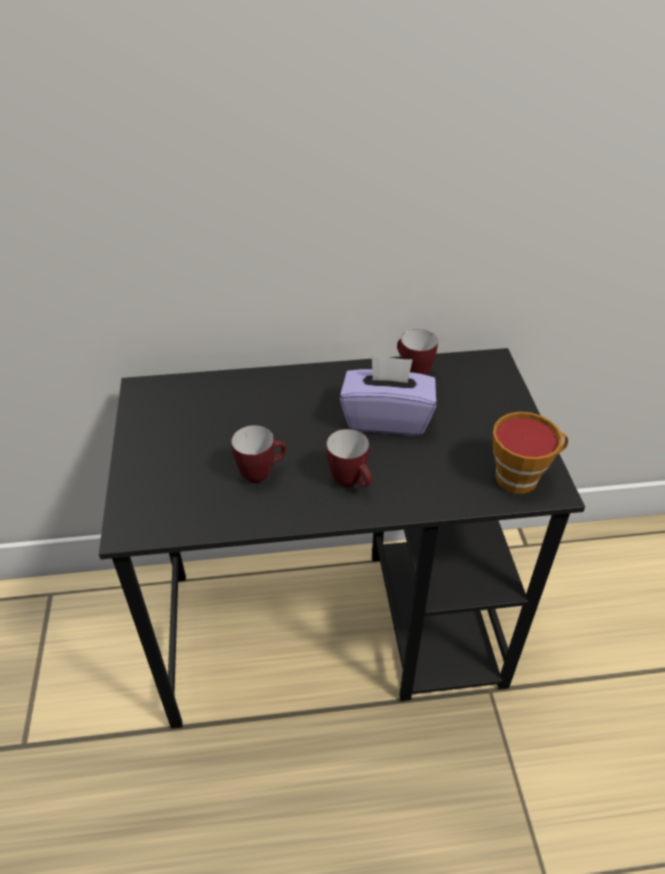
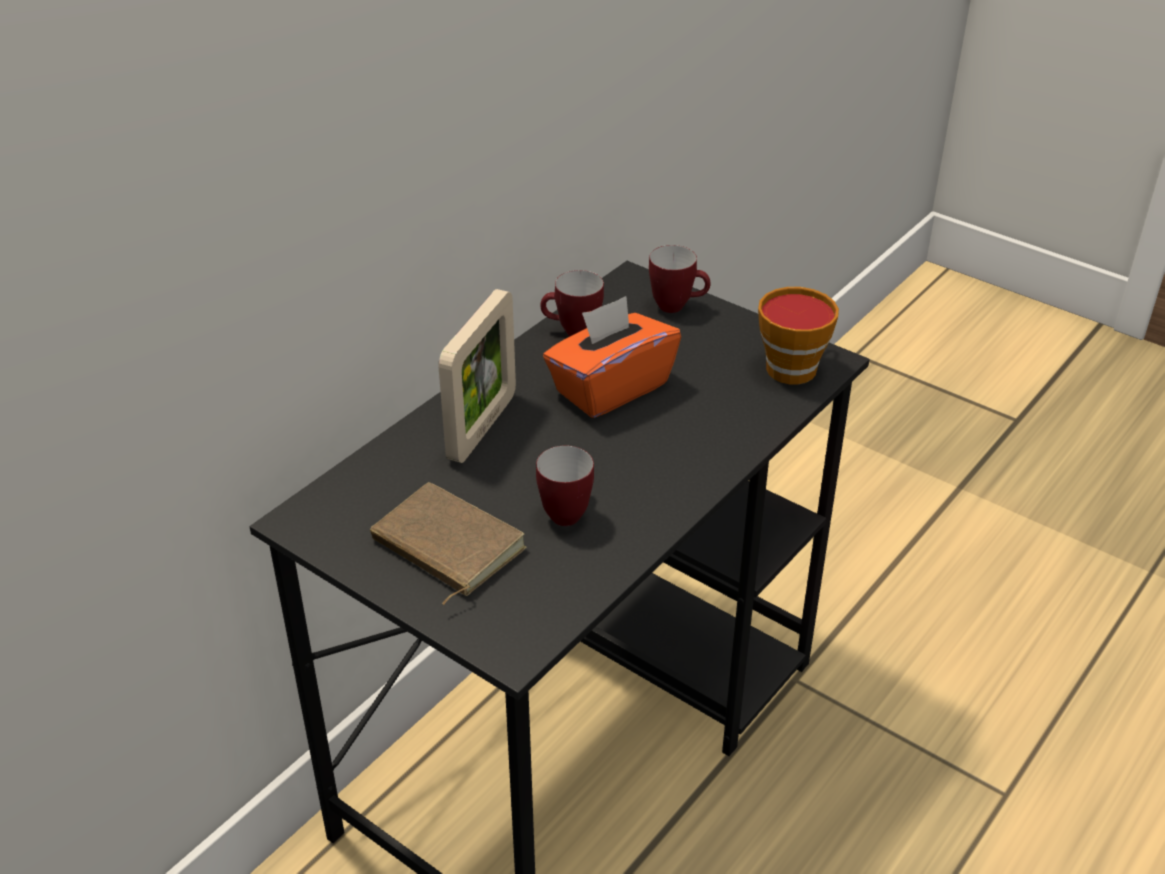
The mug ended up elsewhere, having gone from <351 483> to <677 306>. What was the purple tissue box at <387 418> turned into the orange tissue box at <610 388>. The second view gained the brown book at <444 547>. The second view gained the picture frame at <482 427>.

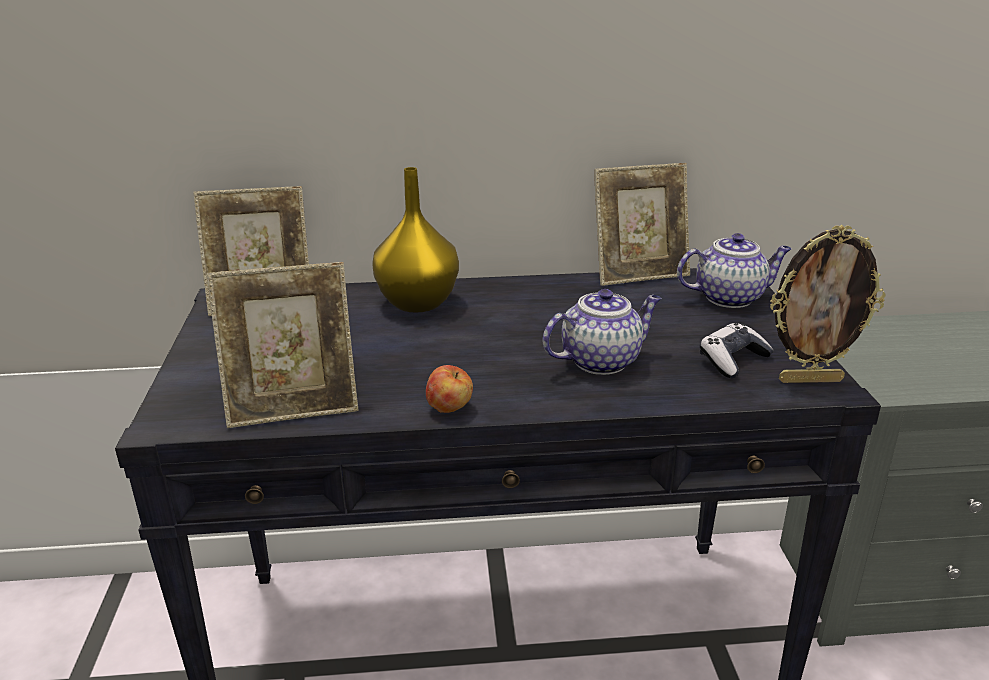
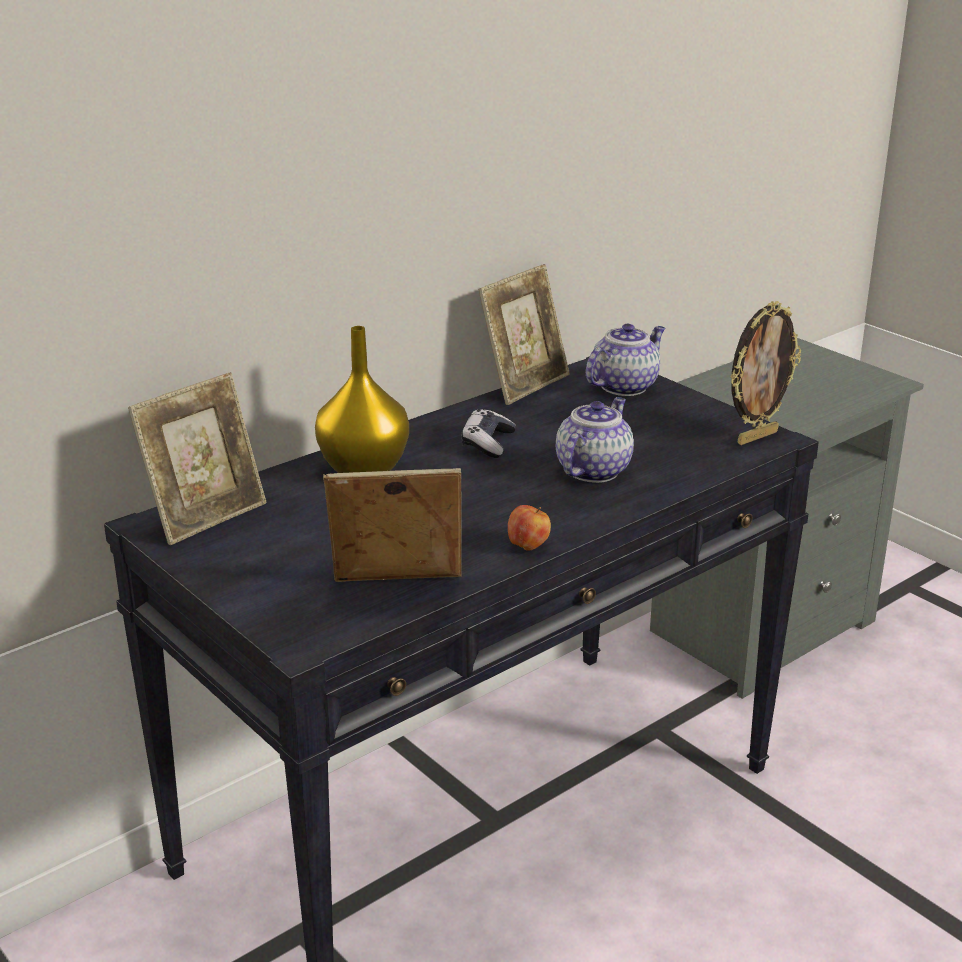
The picture frame at <294 407> ended up facing another way, 135 degrees counterclockwise from before. The game controller ended up elsewhere, having gone from <732 360> to <487 443>.

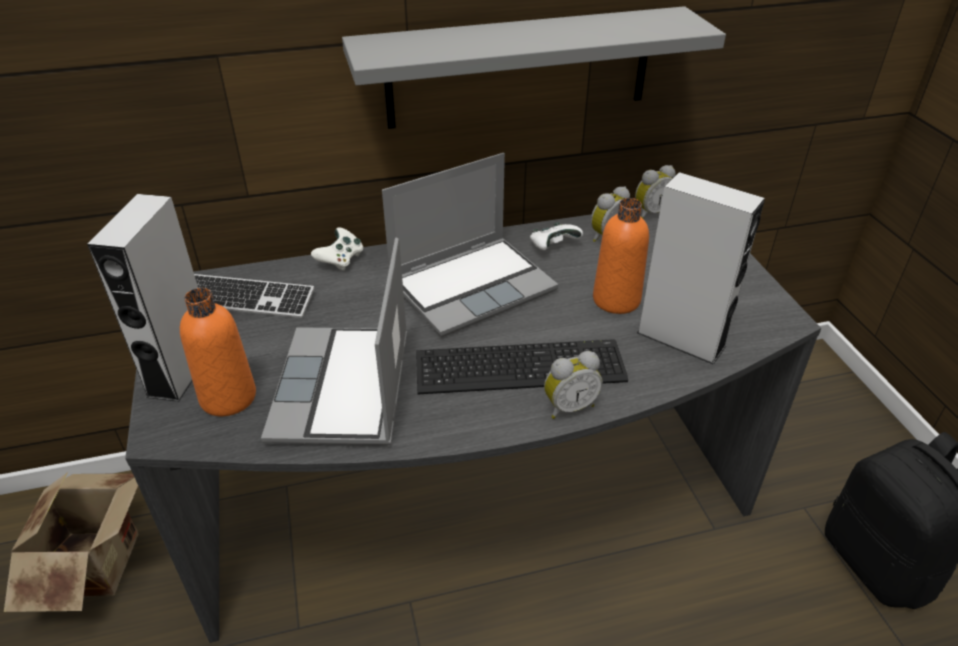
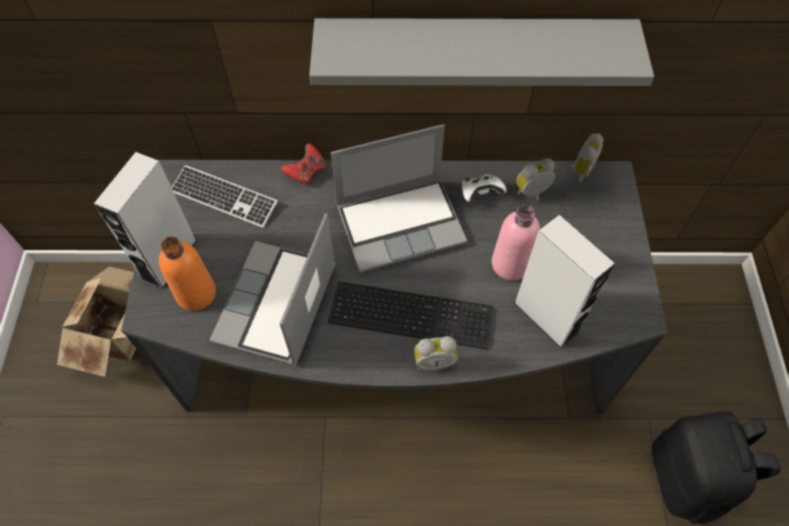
What was the white game controller at <340 260> turned into the red game controller at <306 172>. What was the orange bottle at <616 300> turned into the pink bottle at <510 264>. The alarm clock at <650 212> ended up facing another way, 45 degrees counterclockwise from before.

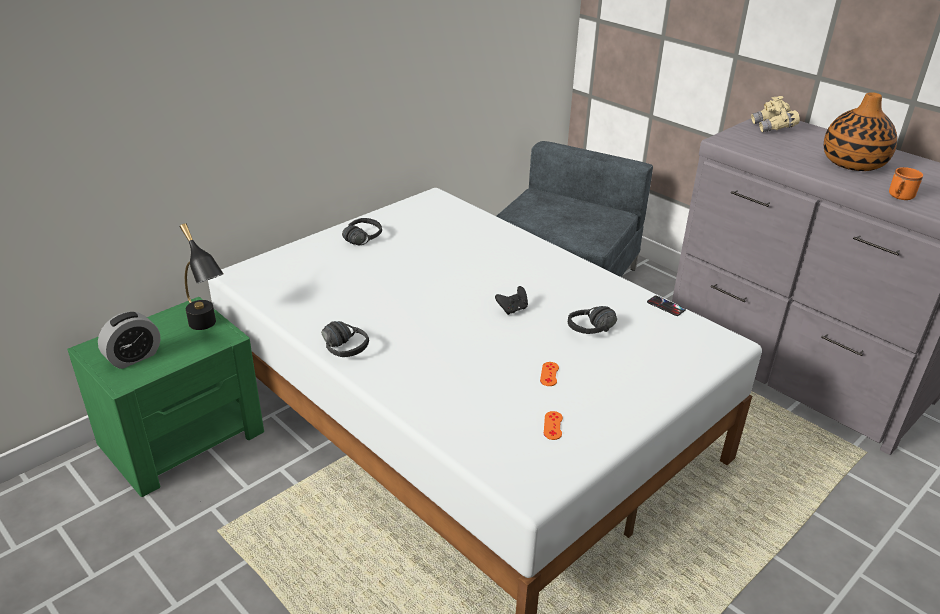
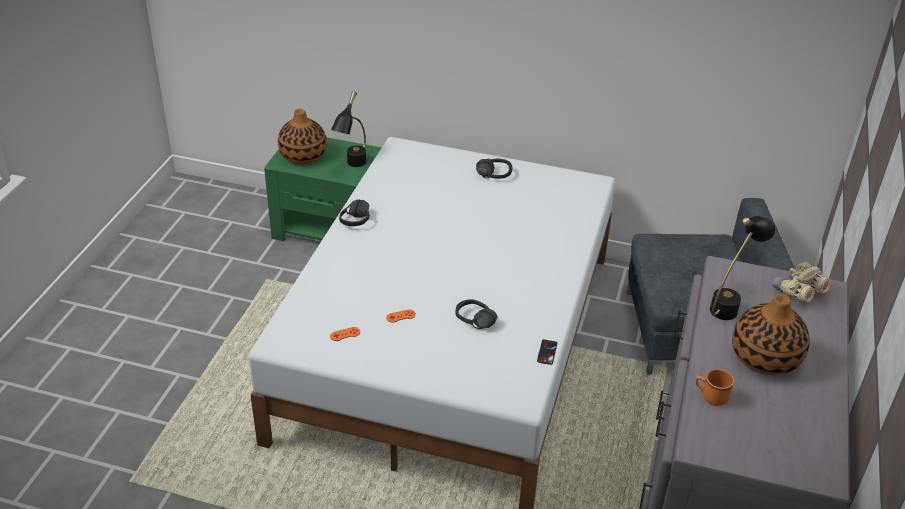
Where the alarm clock stood at <134 357>, the vase came to stand at <303 155>. The second view lost the black game controller at <512 309>. The second view gained the black table lamp at <730 304>.

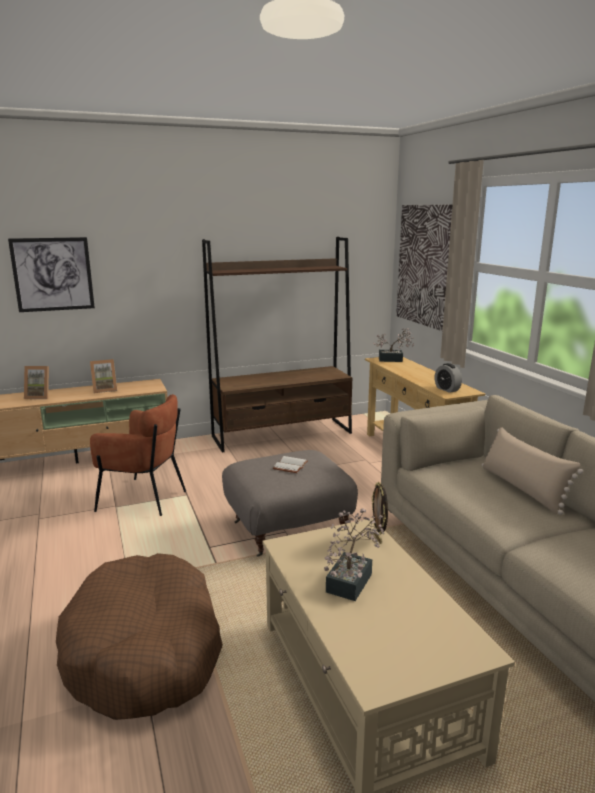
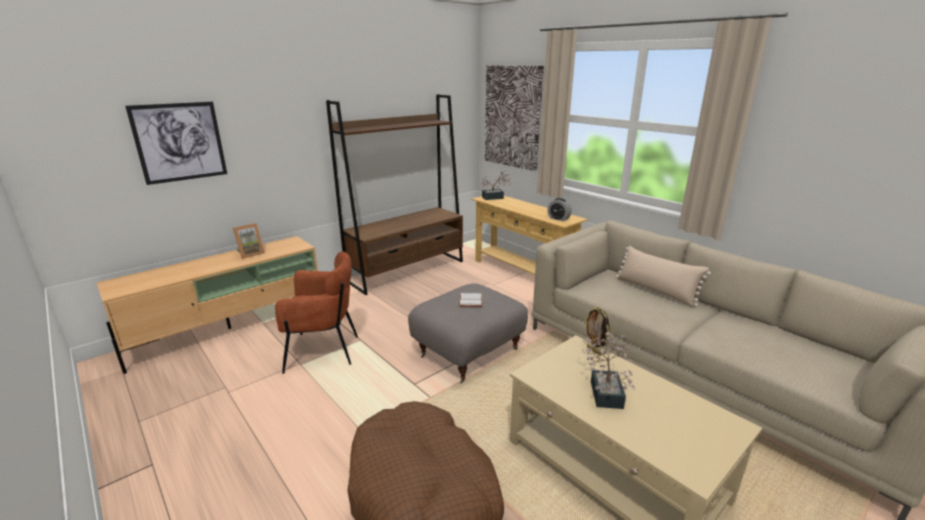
The second view lost the picture frame at <39 396>.

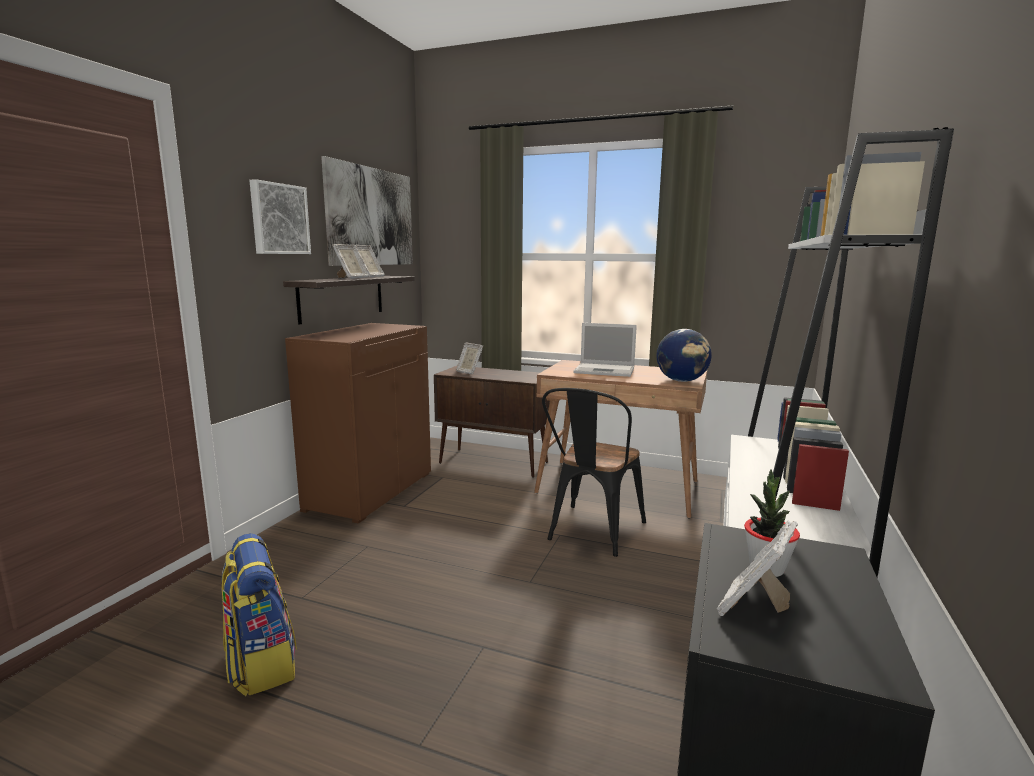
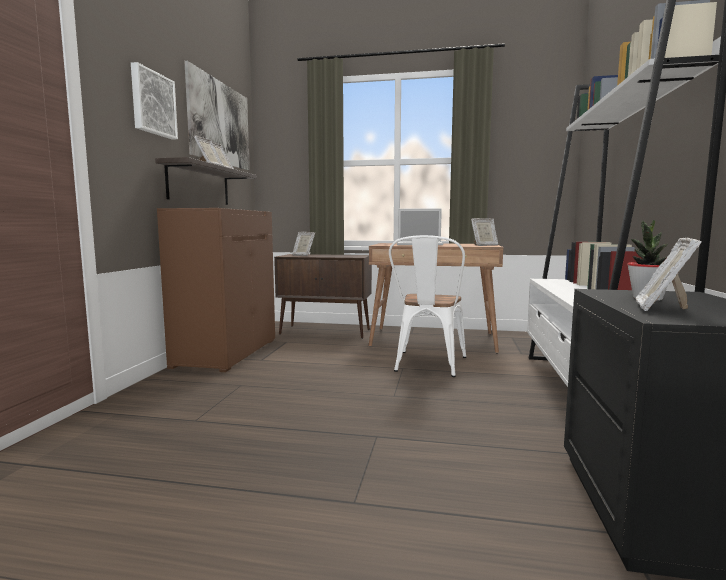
The second view lost the backpack at <261 663>. What was the black chair at <592 533> turned into the white chair at <428 365>. Where the globe stood at <682 381>, the picture frame came to stand at <484 245>.

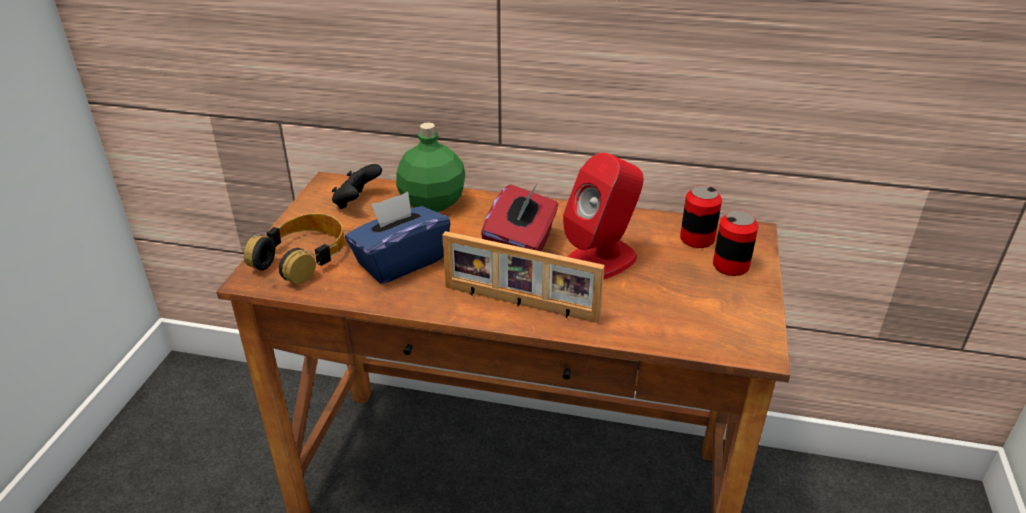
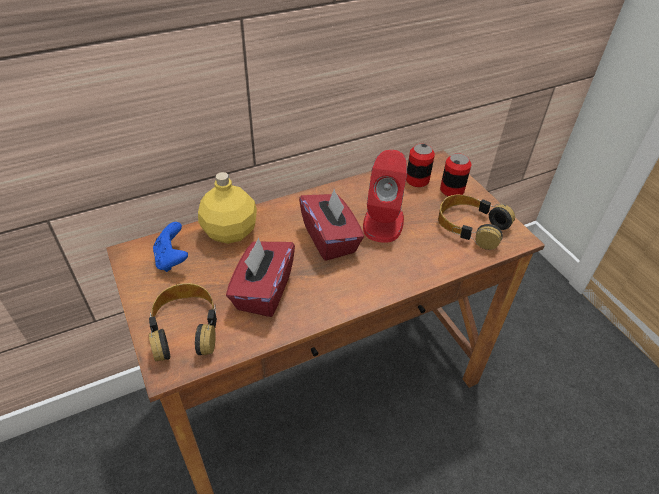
What was the black game controller at <357 202> turned into the blue game controller at <172 259>. What was the blue tissue box at <400 262> turned into the red tissue box at <263 291>. What was the green bottle at <432 202> turned into the yellow bottle at <230 231>. The second view lost the picture frame at <519 304>. The second view gained the headphones at <471 226>.

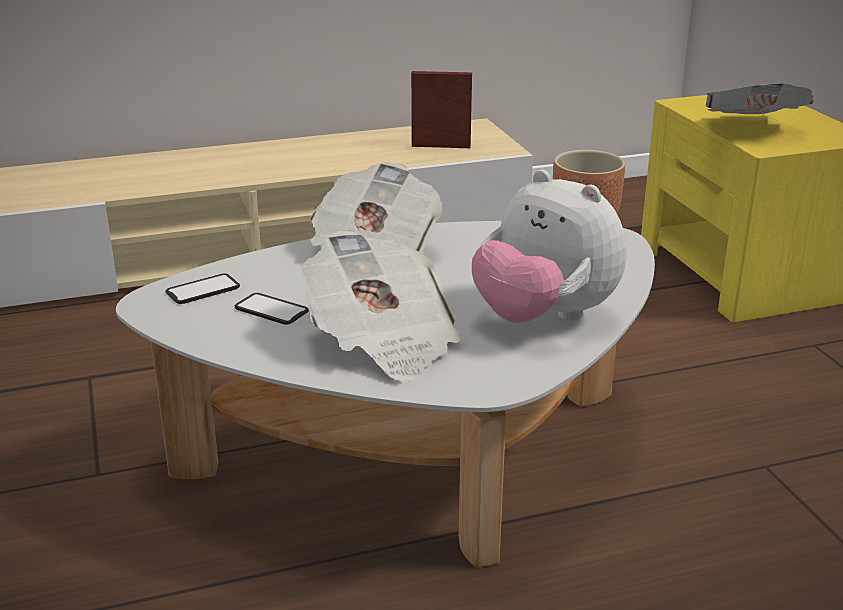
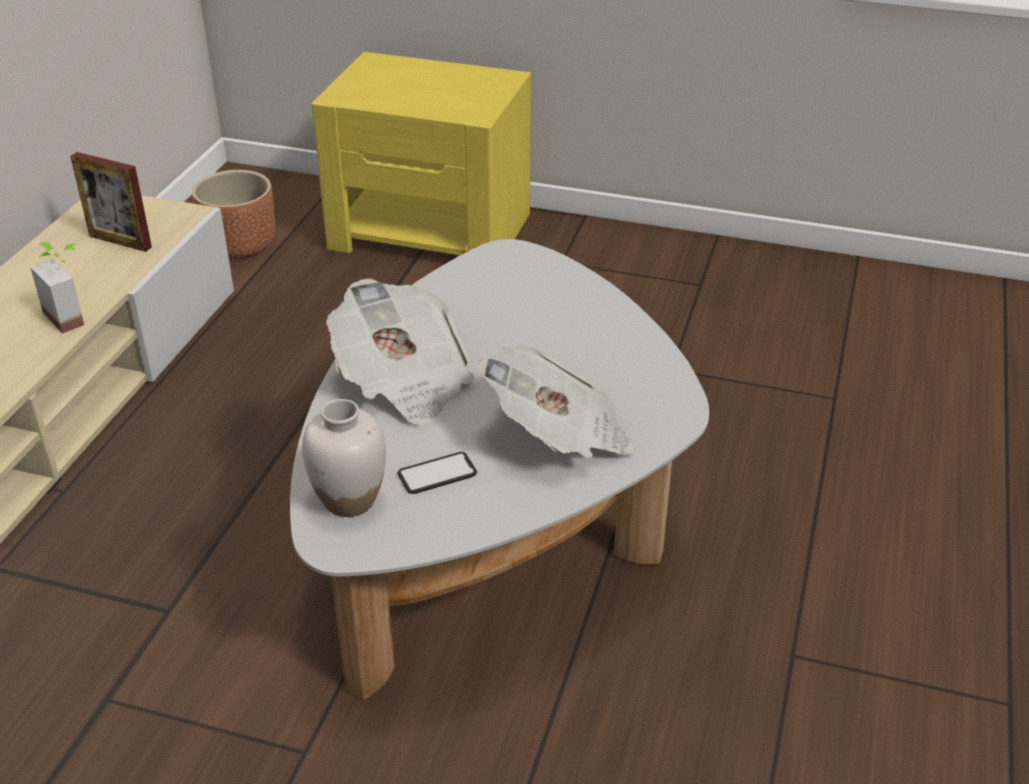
Where the phone stood at <203 290>, the white vase came to stand at <349 500>. The picture frame at <441 146> ended up facing another way, 105 degrees counterclockwise from before. The second view lost the plush toy at <544 317>. The second view lost the newspaper at <753 129>. The second view gained the potted plant at <73 315>.

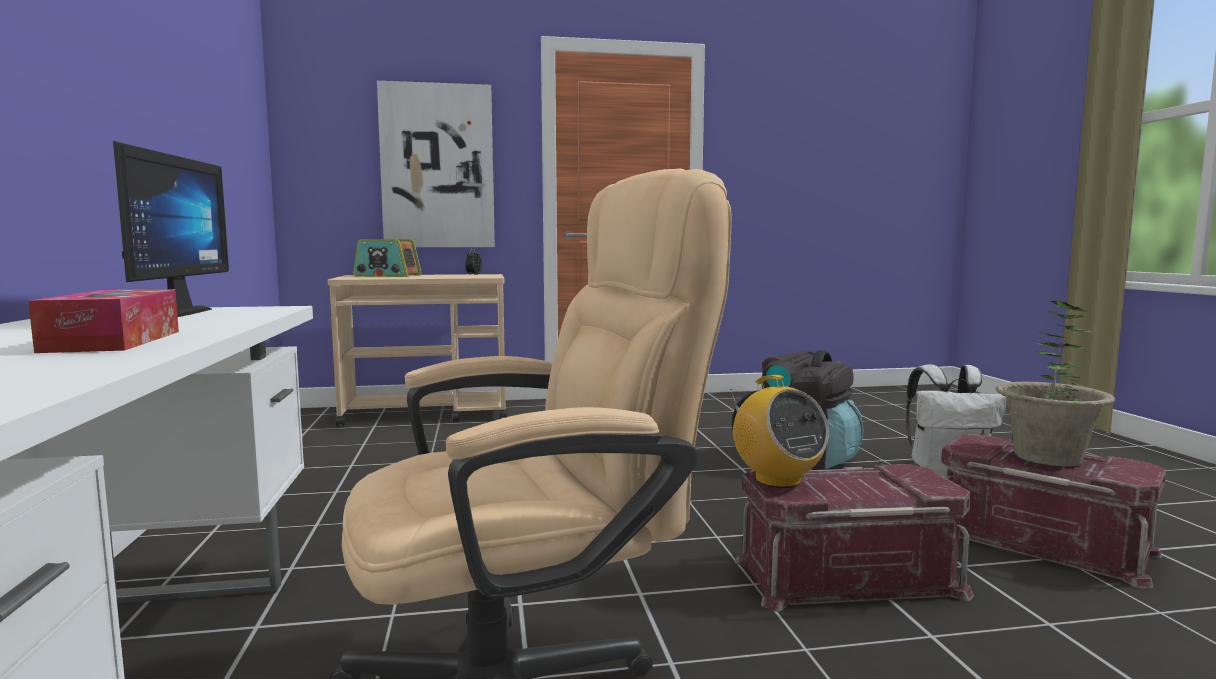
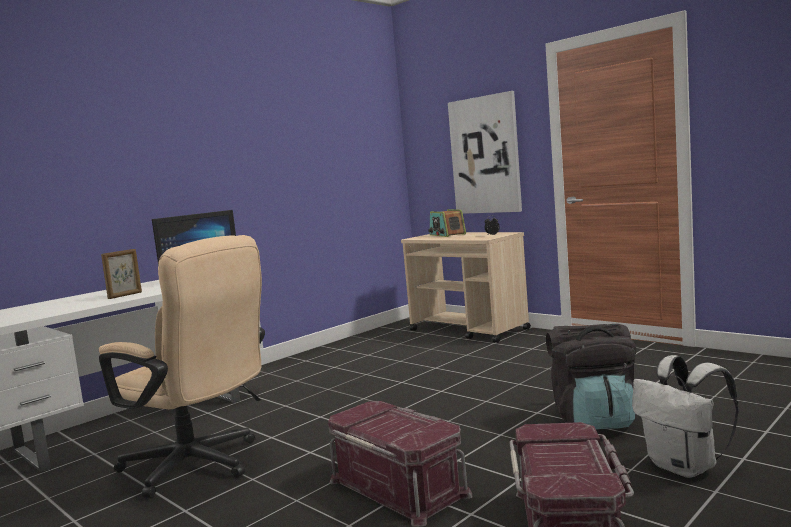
Where the tissue box stood at <114 341>, the picture frame came to stand at <125 295>. The second view lost the radio at <777 480>. The second view lost the potted plant at <1048 457>.

